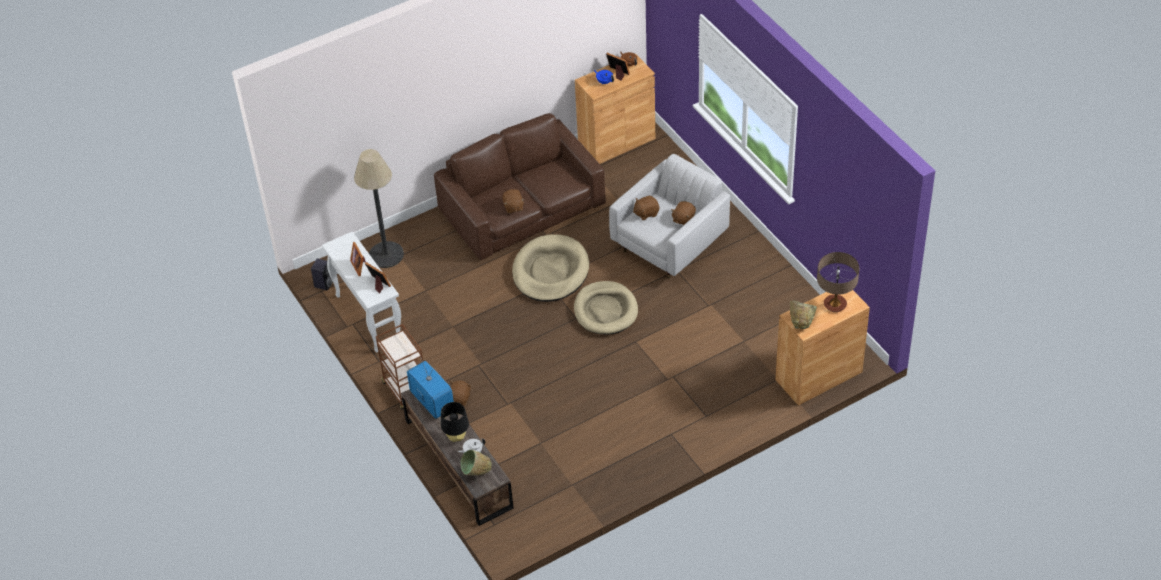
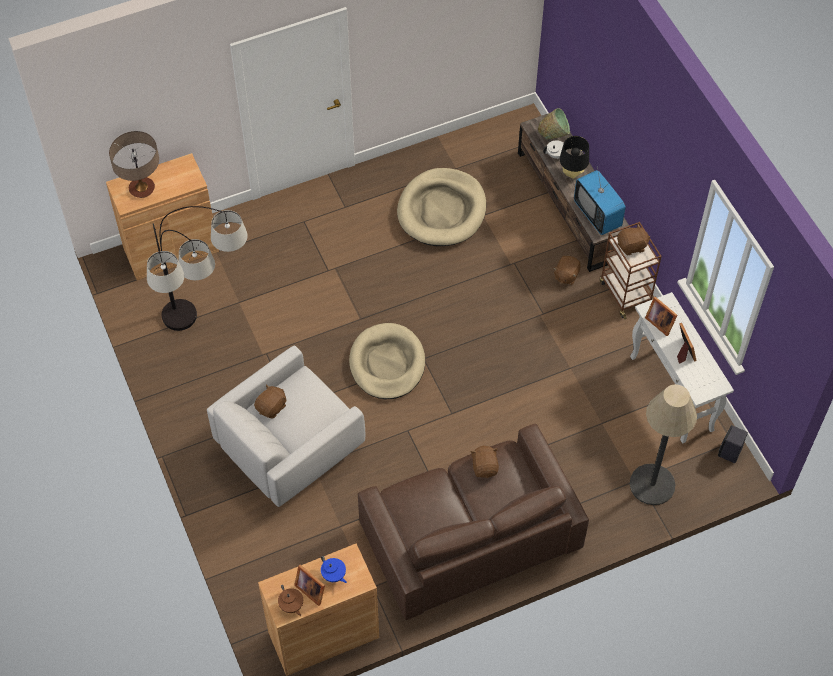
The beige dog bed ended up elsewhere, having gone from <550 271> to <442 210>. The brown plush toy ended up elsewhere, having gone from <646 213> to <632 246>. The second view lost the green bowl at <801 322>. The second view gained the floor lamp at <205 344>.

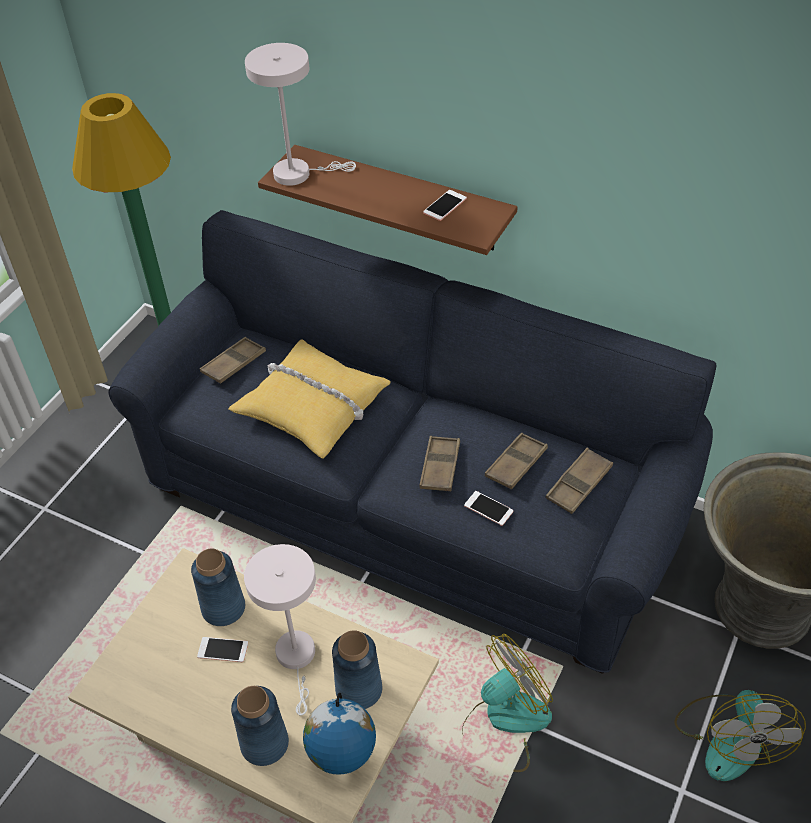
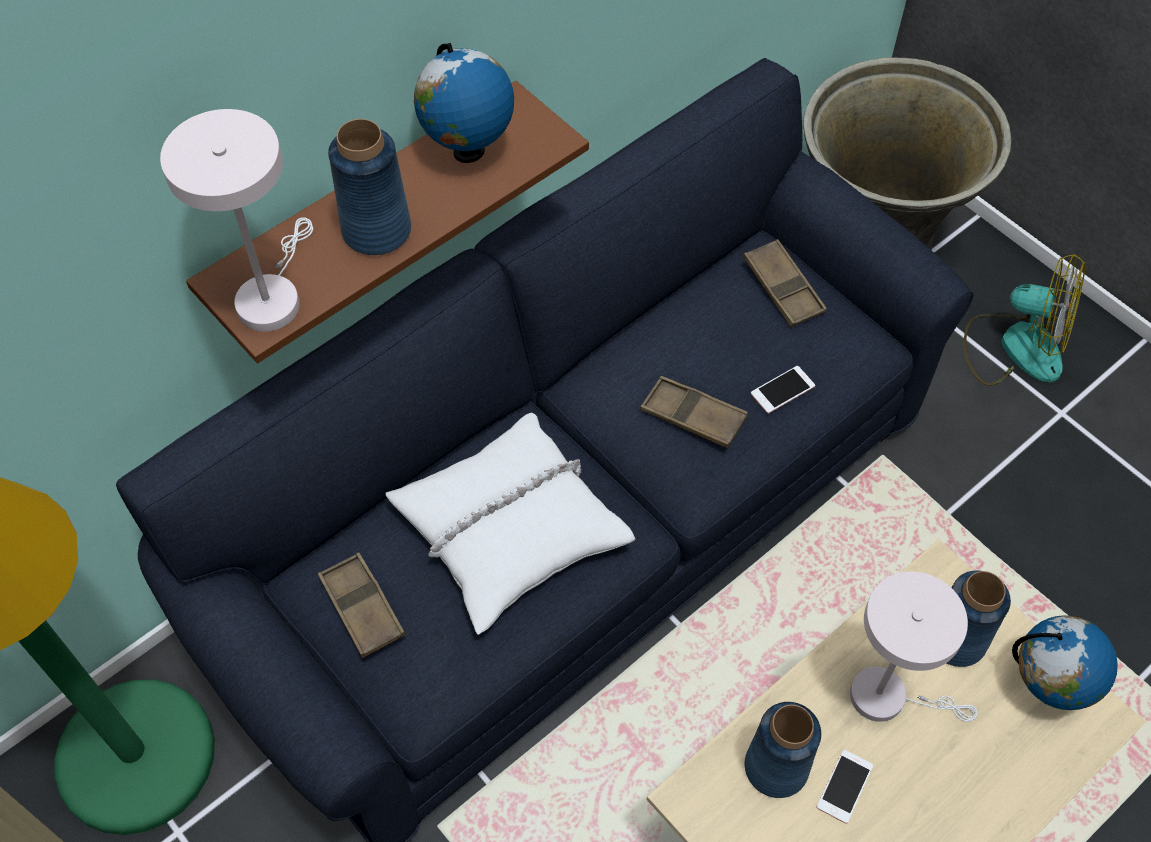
What was the yellow pillow at <313 406> turned into the white pillow at <509 528>. The blue vase ended up elsewhere, having gone from <265 743> to <376 230>. Where the phone stood at <445 206>, the globe came to stand at <468 152>. The second view lost the fan at <505 721>. The second view lost the brown tray at <516 464>.

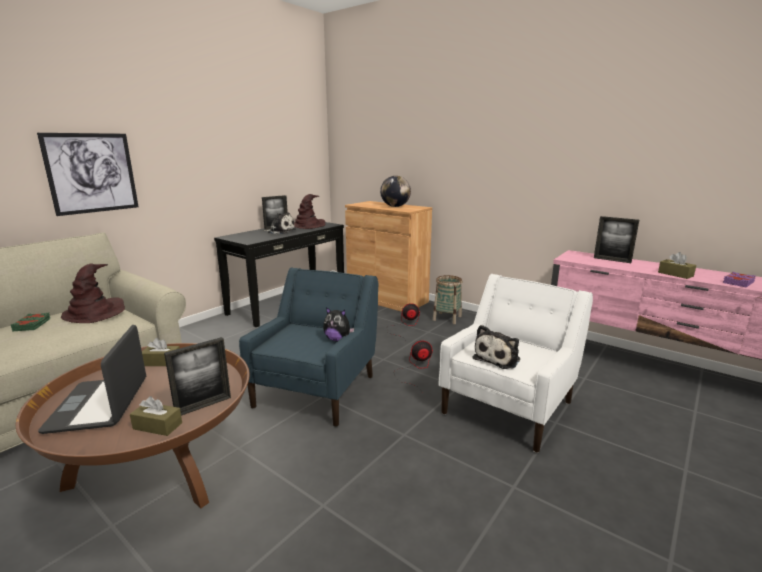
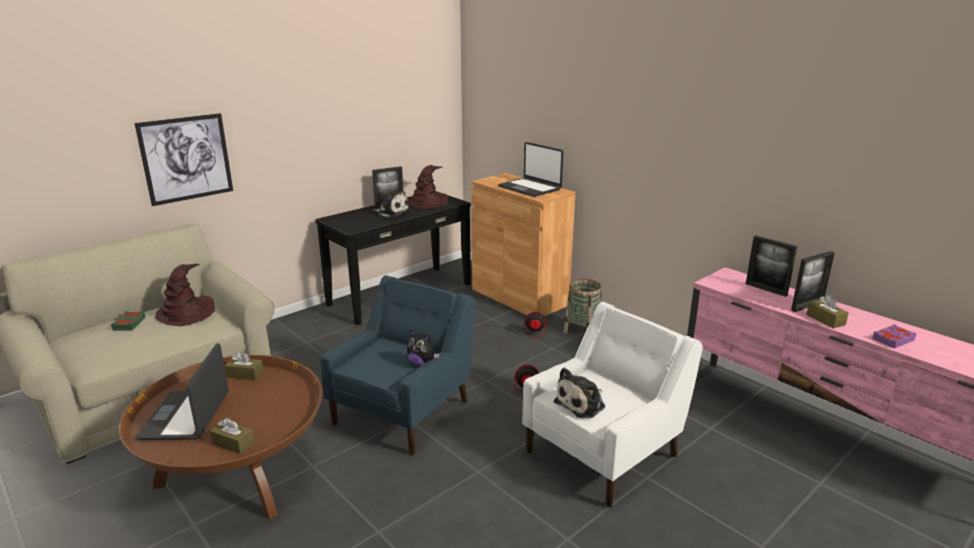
The picture frame ended up elsewhere, having gone from <203 406> to <807 306>. Where the globe stood at <395 206>, the laptop came to stand at <530 188>.

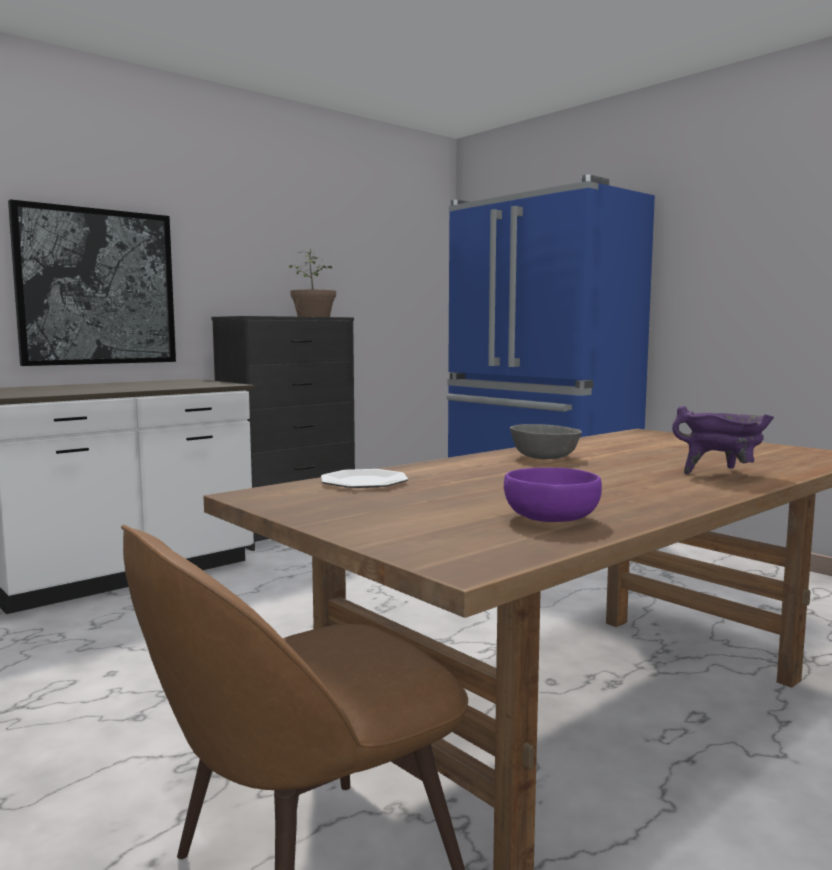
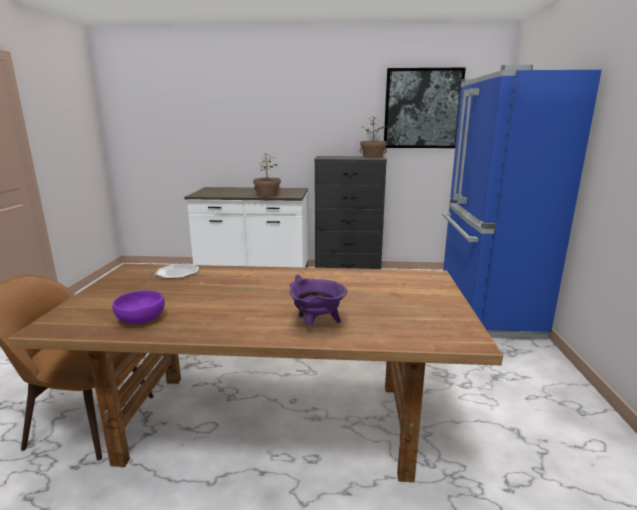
The picture ended up elsewhere, having gone from <97 287> to <422 109>. The second view lost the grey bowl at <544 457>. The second view gained the potted plant at <267 195>.

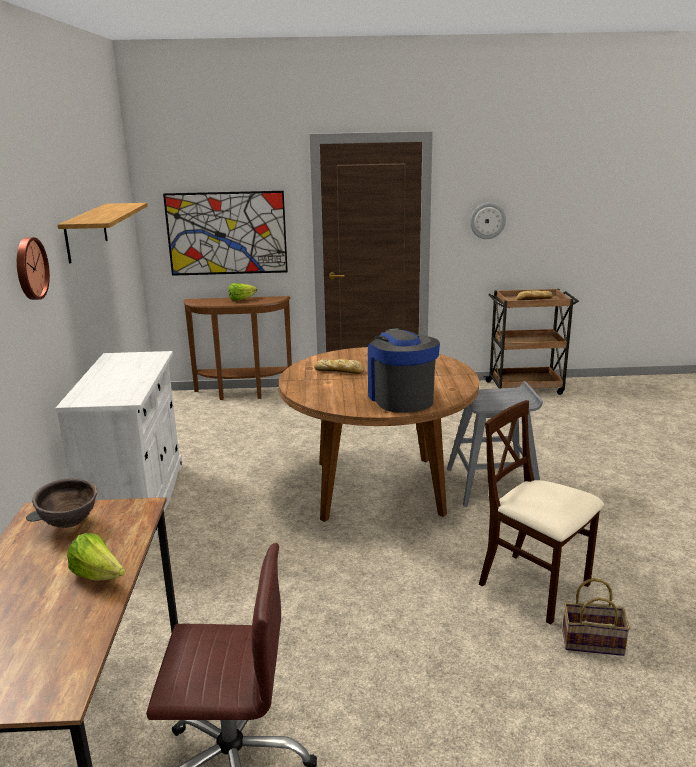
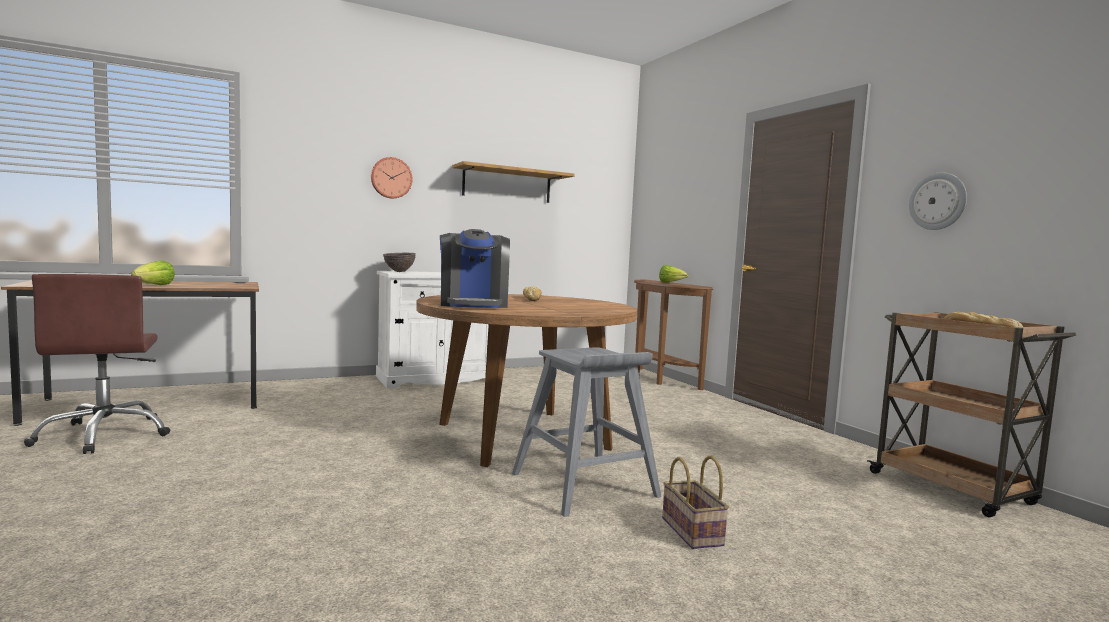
The brown bowl ended up elsewhere, having gone from <69 524> to <399 272>. The second view lost the picture at <226 233>. The coffee machine at <400 398> ended up facing another way, 120 degrees clockwise from before. The second view lost the beige chair at <535 586>. The basket ended up elsewhere, having gone from <594 642> to <694 532>.

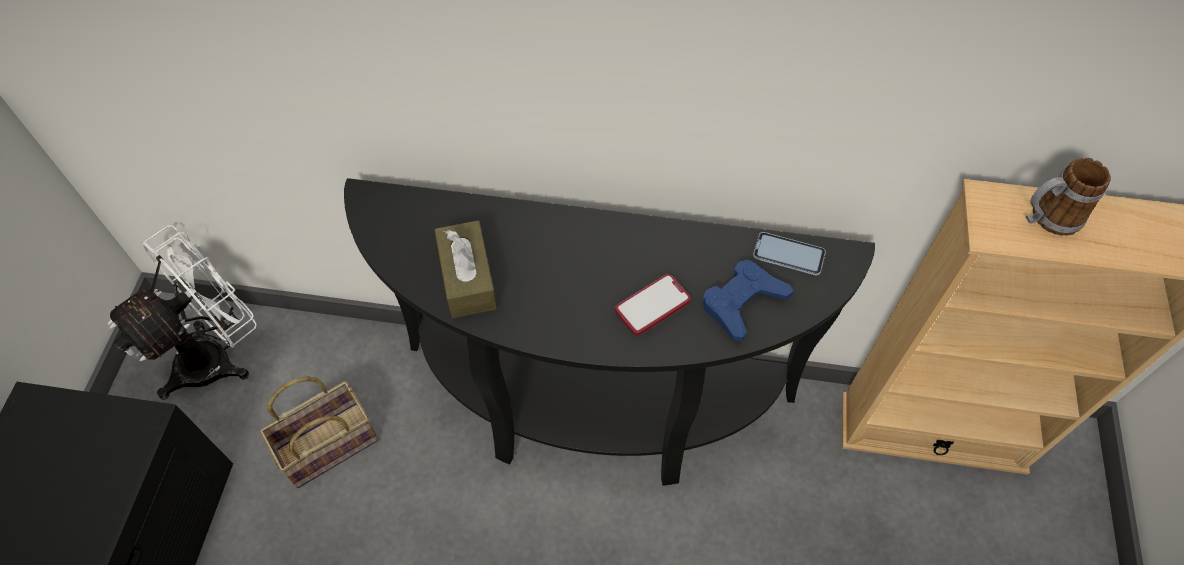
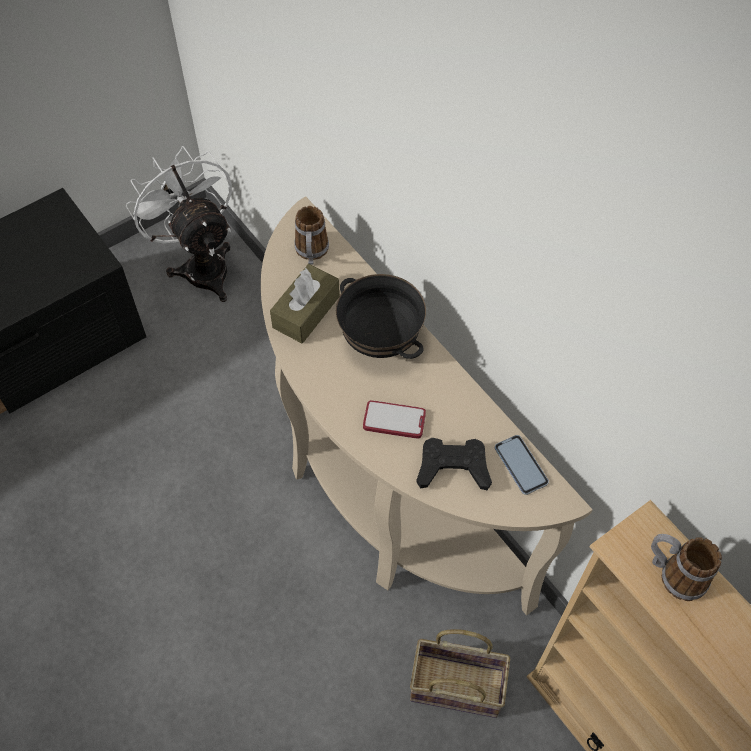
The white fan at <217 355> ended up facing another way, 120 degrees counterclockwise from before. The basket ended up elsewhere, having gone from <329 442> to <459 684>. What was the black console table at <593 412> turned into the beige console table at <382 495>. What was the blue game controller at <742 302> turned into the black game controller at <453 467>. The second view gained the mug at <311 253>. The second view gained the black bowl at <379 341>.

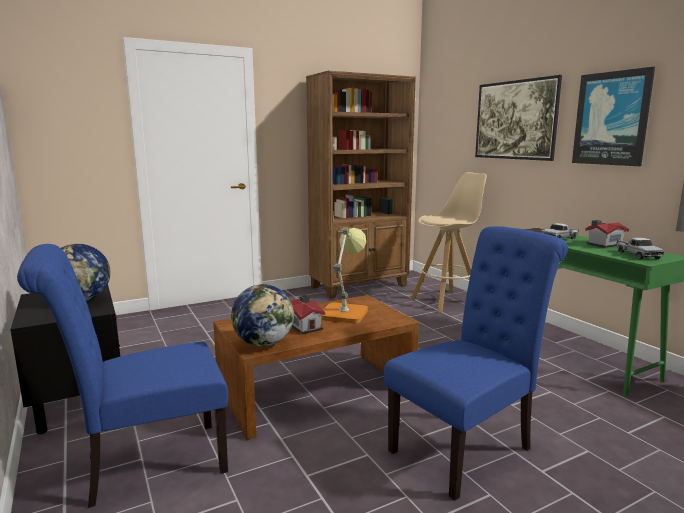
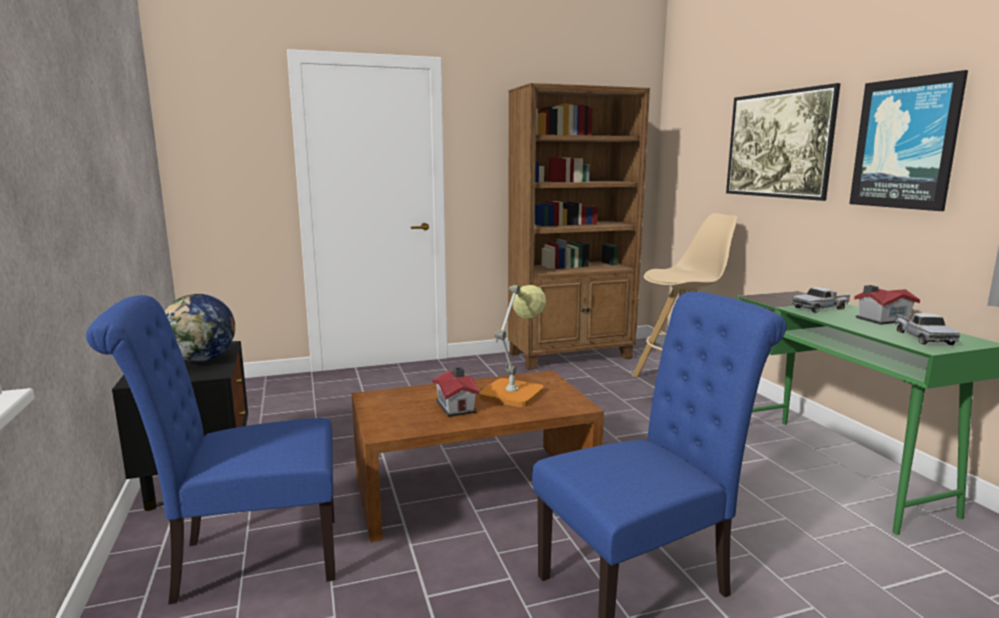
The second view lost the globe at <264 343>.

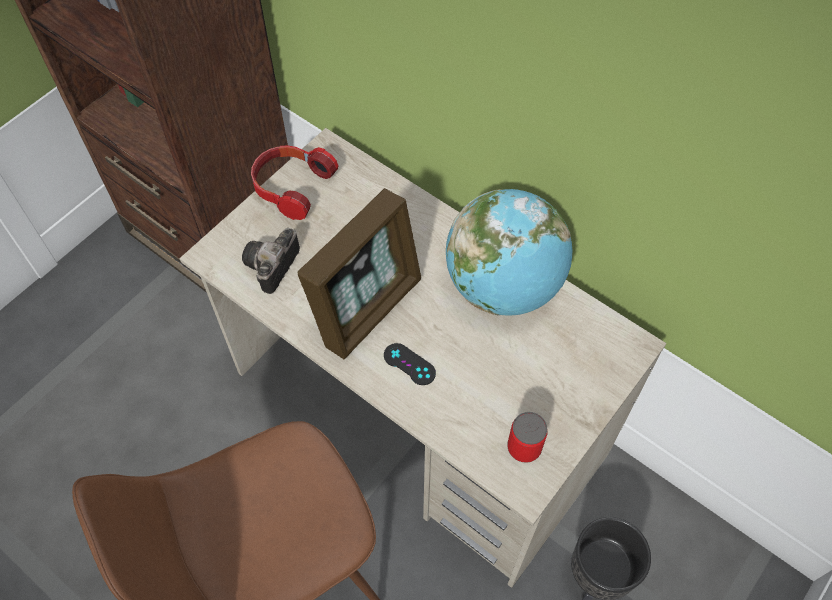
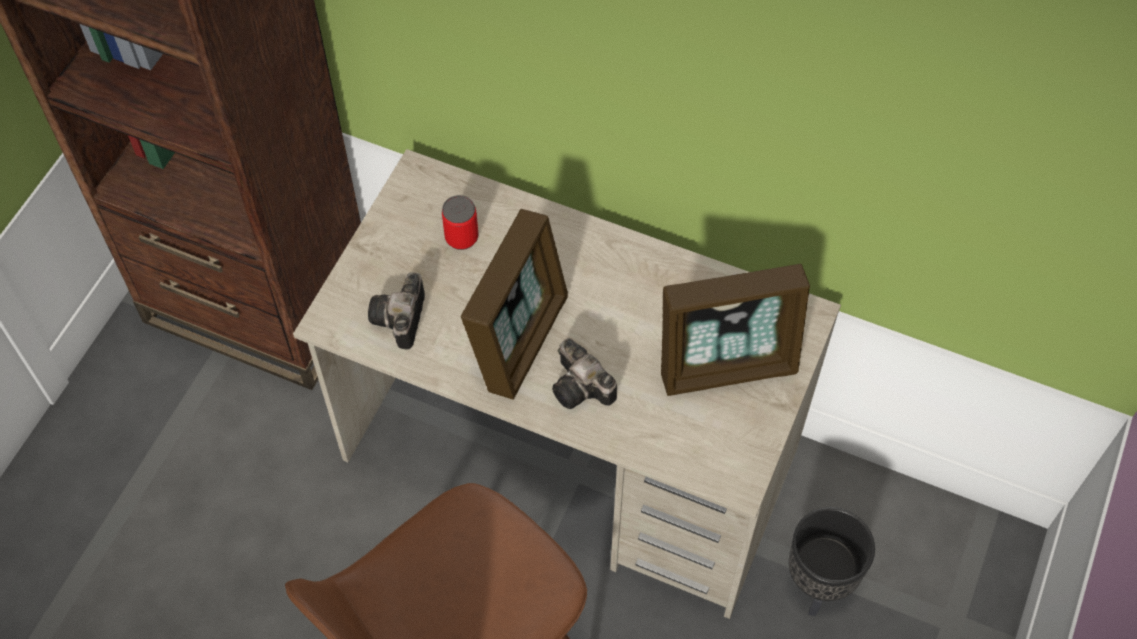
The second view lost the headphones at <291 186>. Where the black game controller stood at <409 364>, the photo camera came to stand at <583 388>. The second view lost the globe at <503 286>. The can ended up elsewhere, having gone from <524 447> to <461 237>. The second view gained the picture frame at <727 366>.

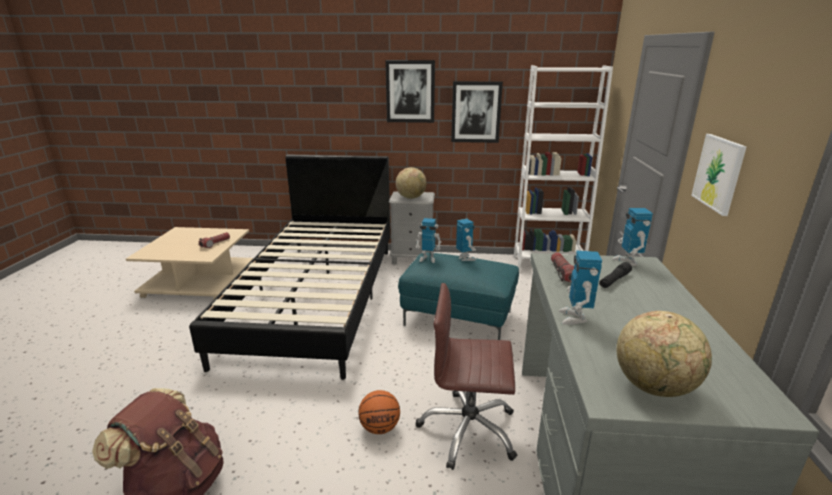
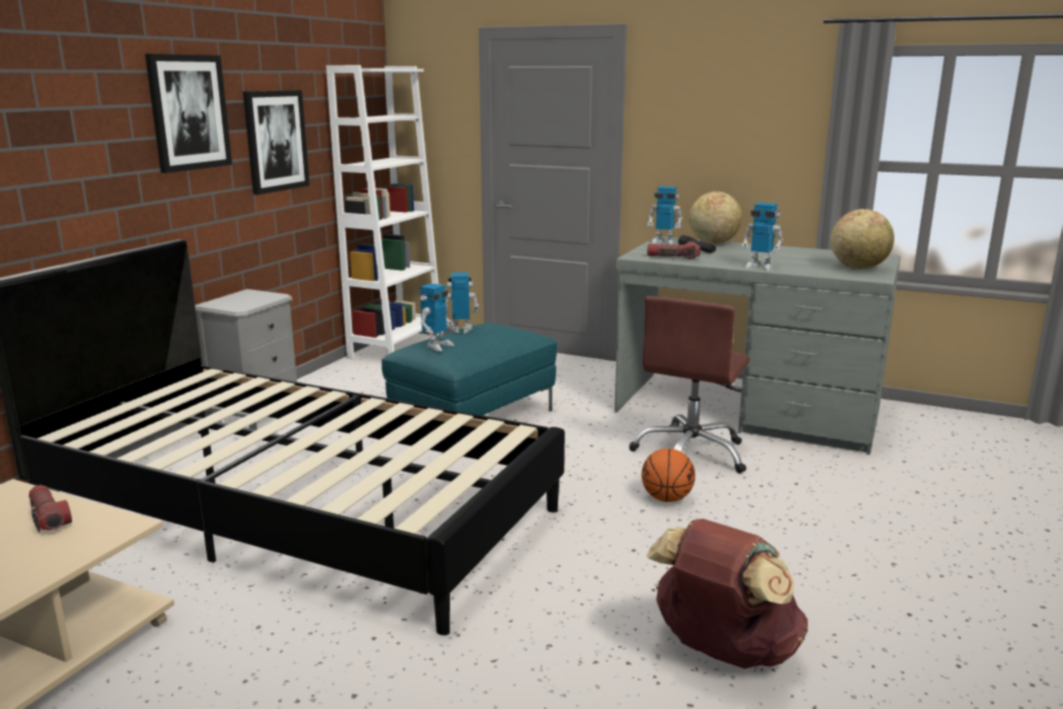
The globe ended up elsewhere, having gone from <411 197> to <713 243>. The second view lost the picture at <718 173>.

